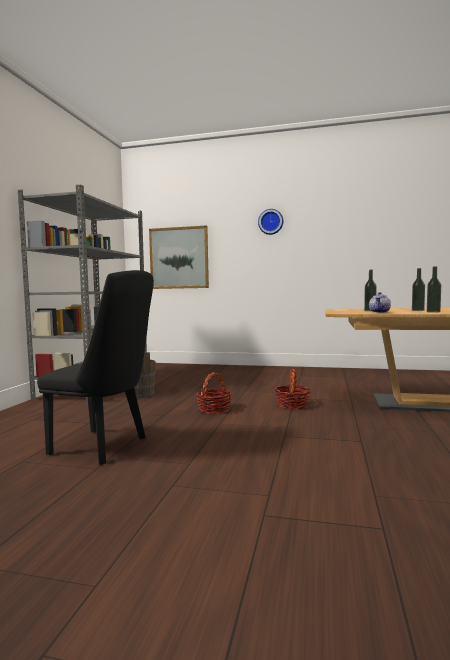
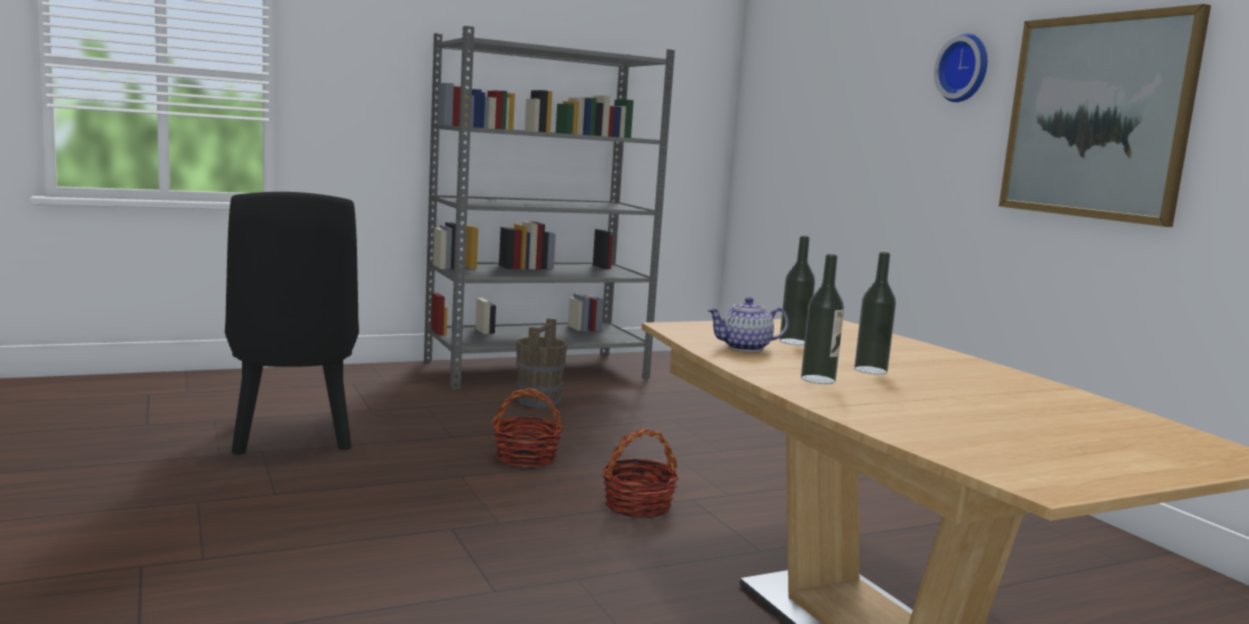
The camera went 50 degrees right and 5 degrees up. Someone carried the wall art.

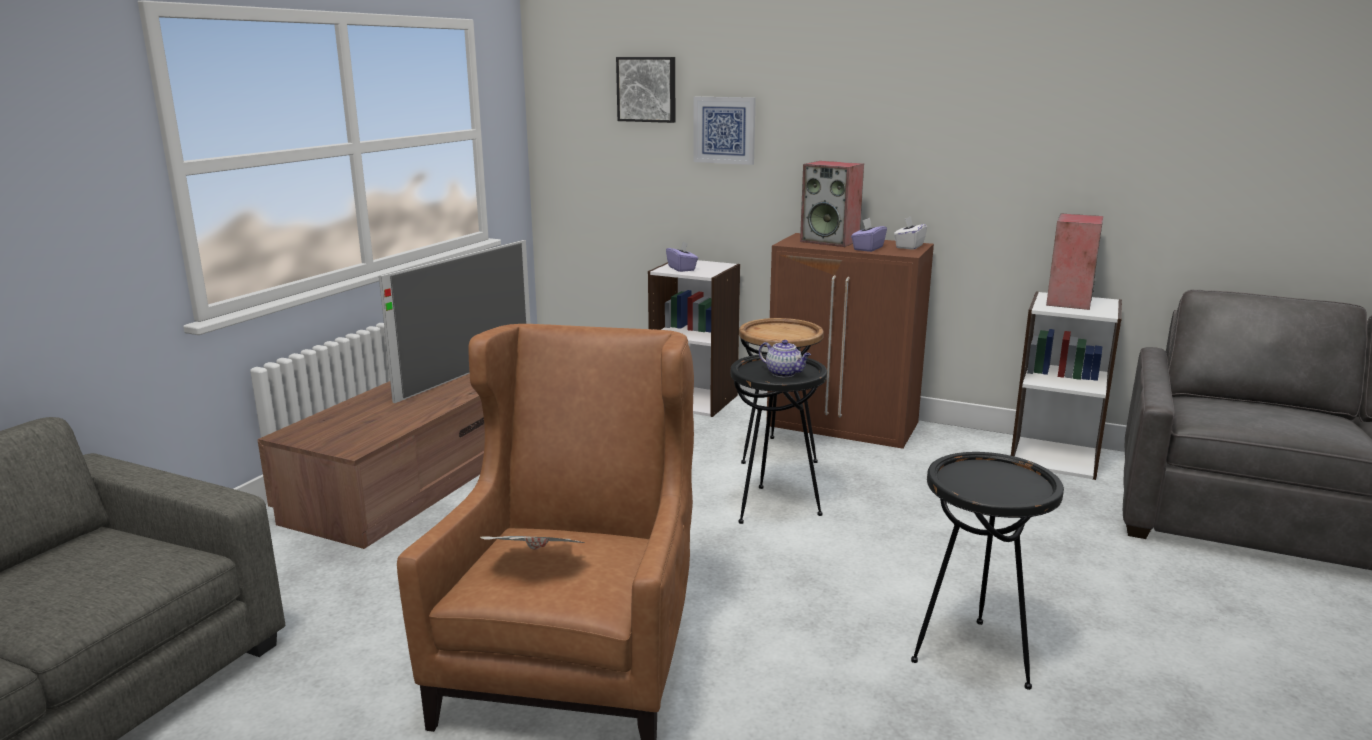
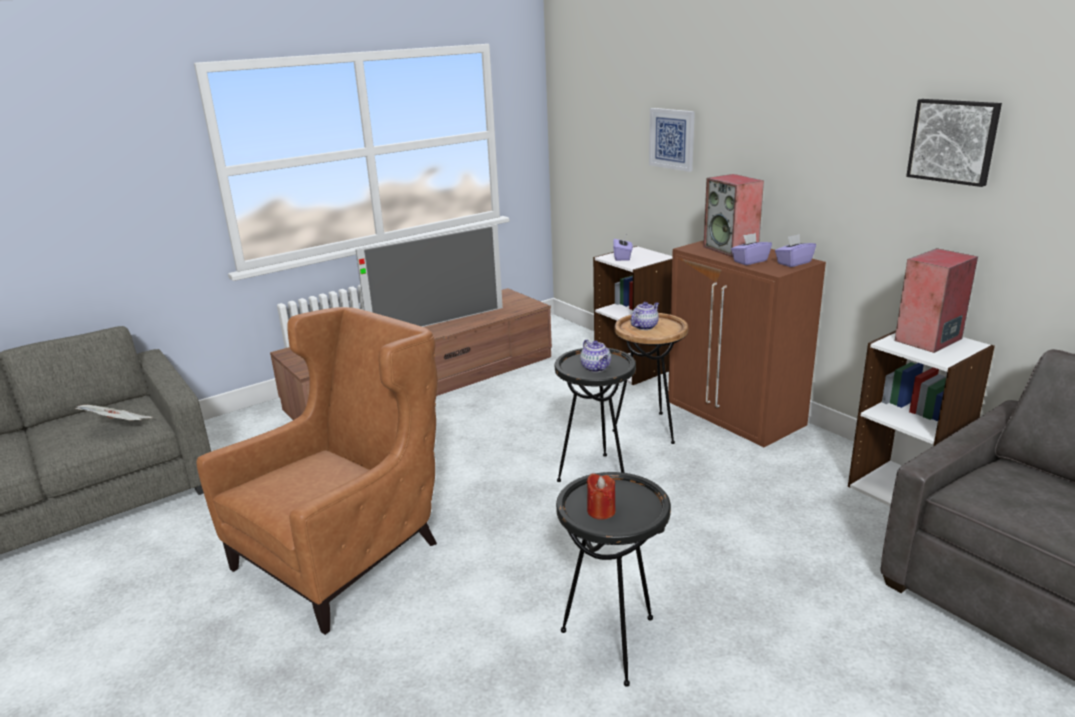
The camera went 30 degrees right and 5 degrees up. Someone carried the wall art (1st from left in the first image). Someone repainted the tissue holder in white-coloured, which became the tissue holder in purple (3rd from left). Someone carried the printed paper. Someone put down the tea pot (2nd from left). Someone put down the candle in red-coloured.

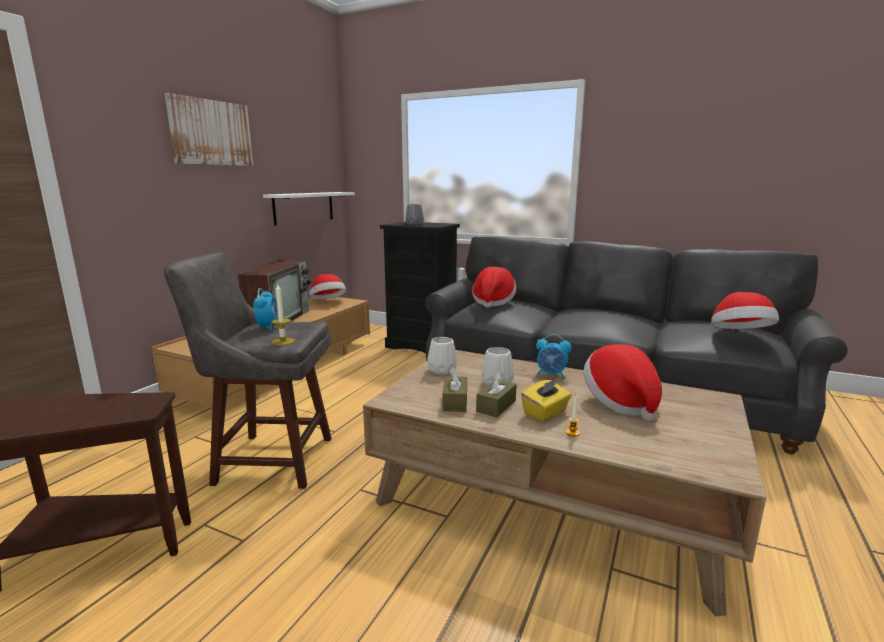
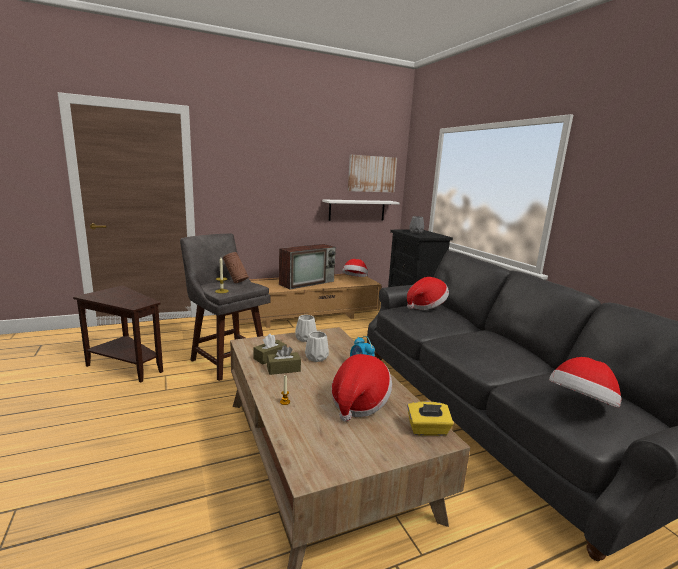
The camera went 40 degrees right and 0 degrees up. Someone carried the wall art. Someone swapped the table clock (1st from left) for the vase in brown-coloured. Someone carried the tissue holder in yellow.

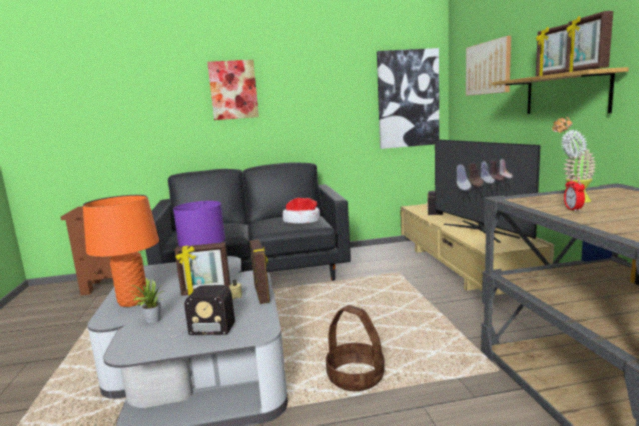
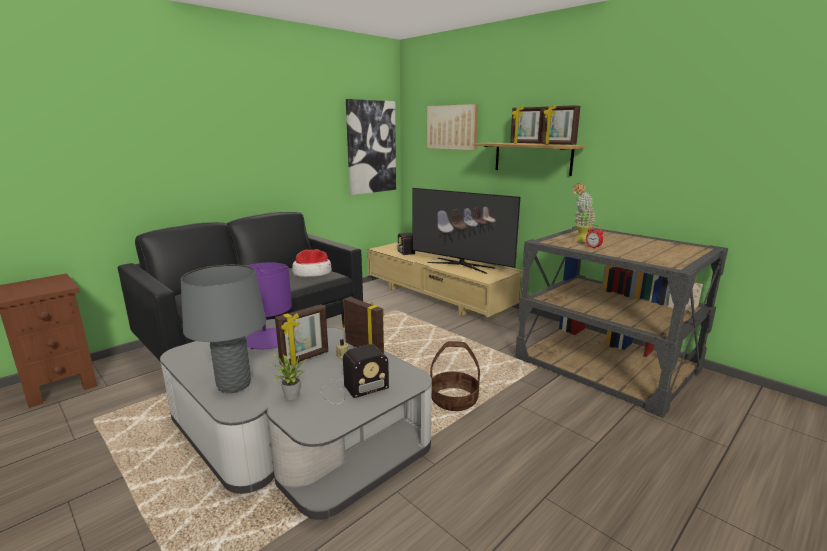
The camera went 35 degrees left and 5 degrees up. Someone took away the wall art (1st from left). Someone repainted the tabletop lamp in orange-coloured, which became the tabletop lamp in grey.

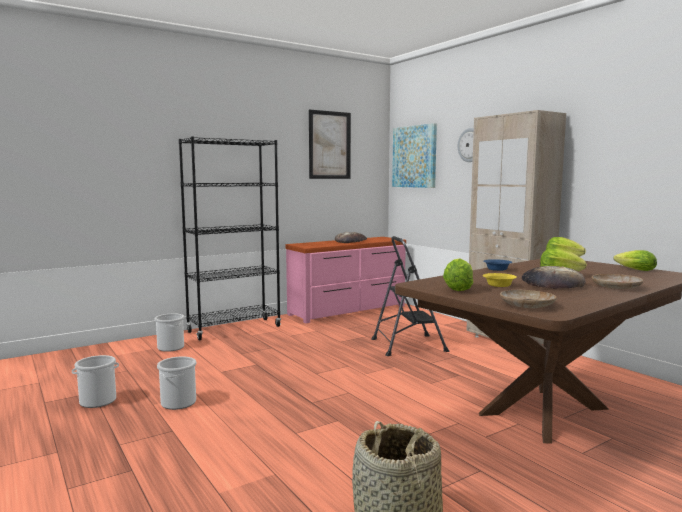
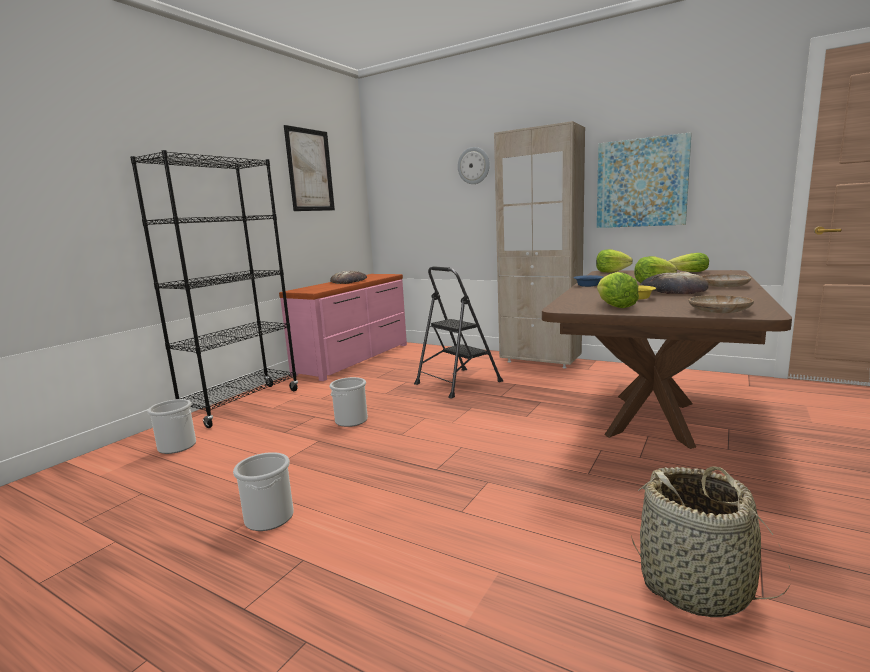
The camera went 25 degrees left and 5 degrees up. Someone carried the wall art (2nd from left). Someone carried the water bucket (1st from left in the first image).

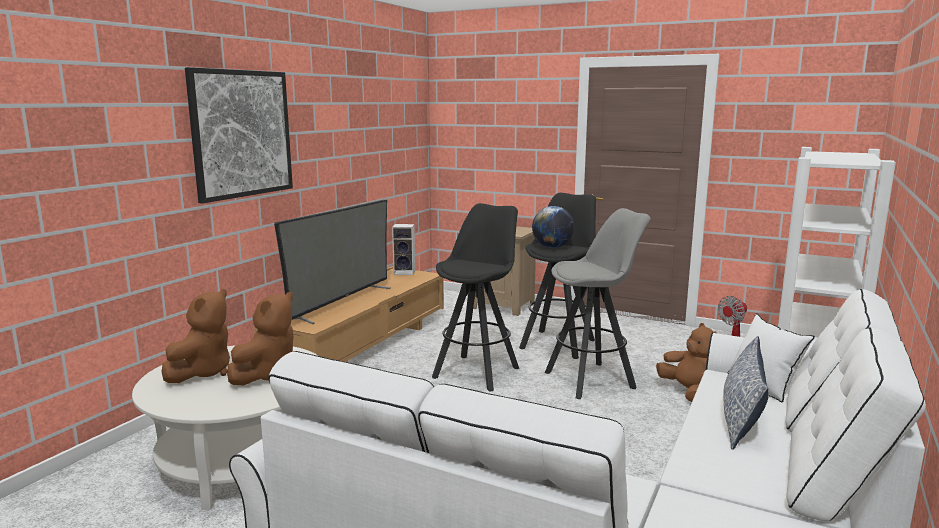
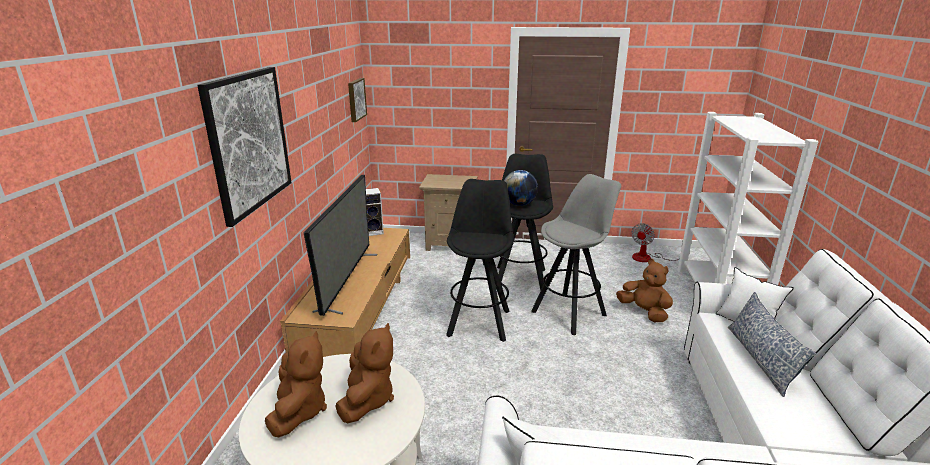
The camera went 20 degrees left and 10 degrees up. Someone put up the wall art (2nd from left).

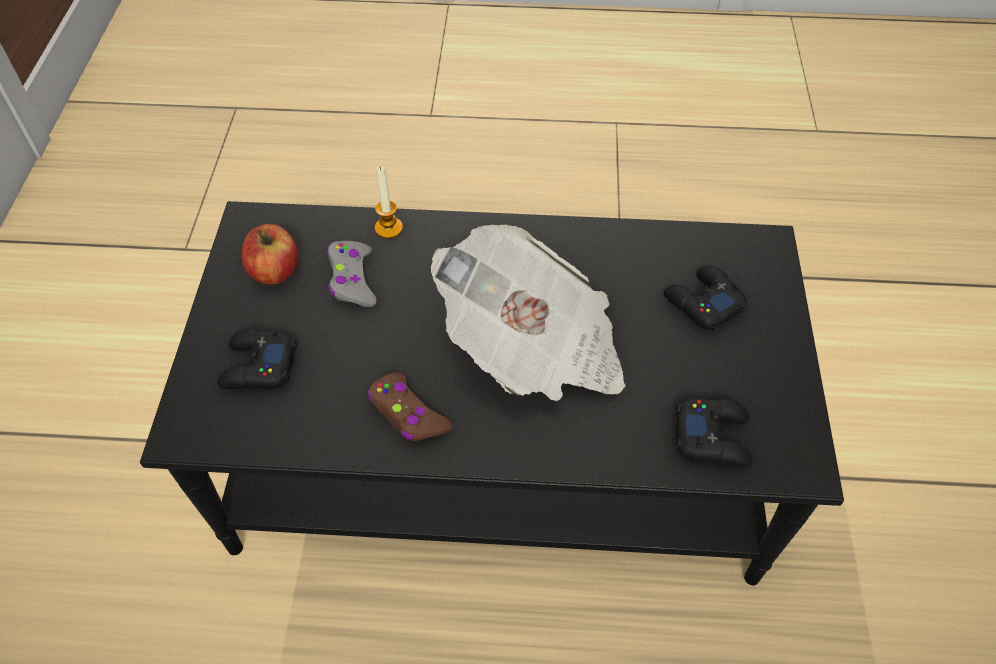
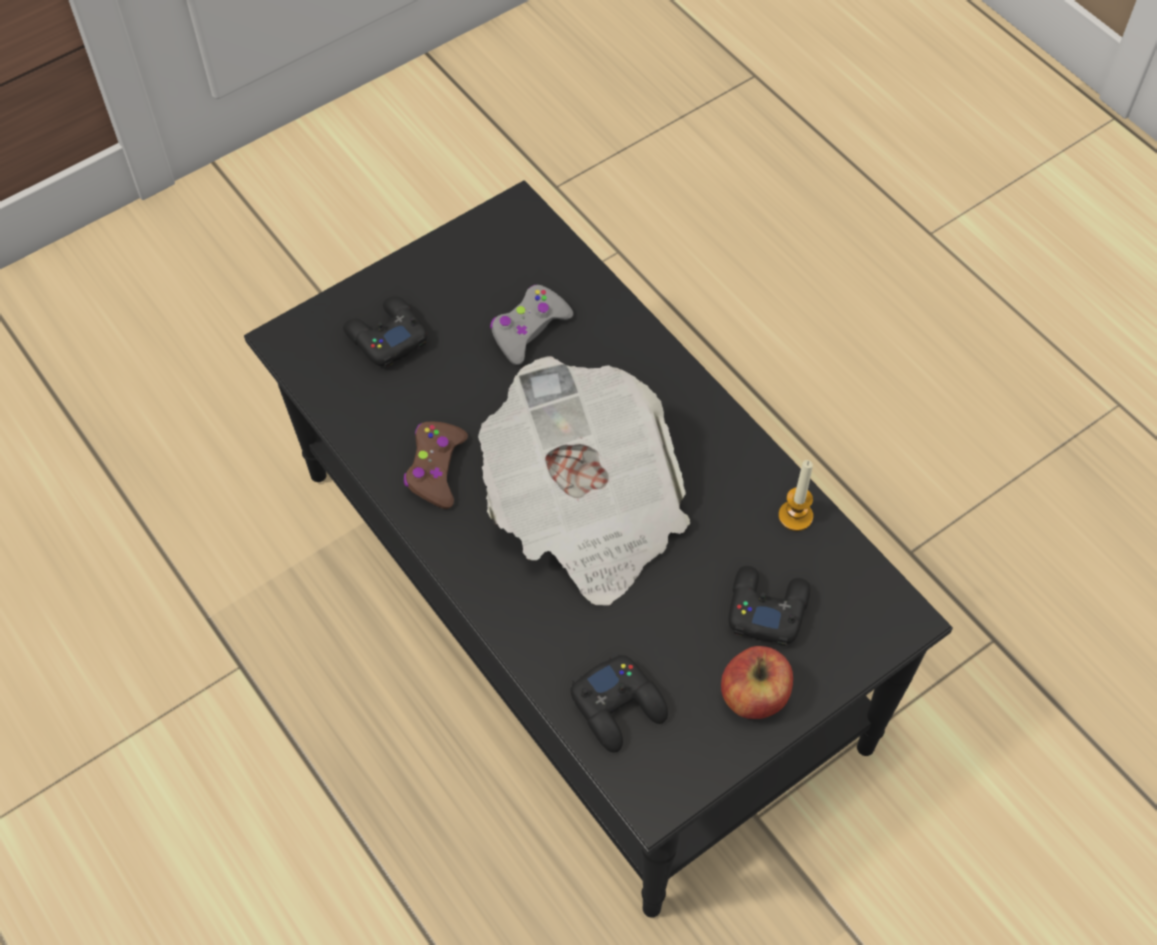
The camera went 50 degrees right and 5 degrees up. Someone carried the candle. Someone carried the apple fruit.

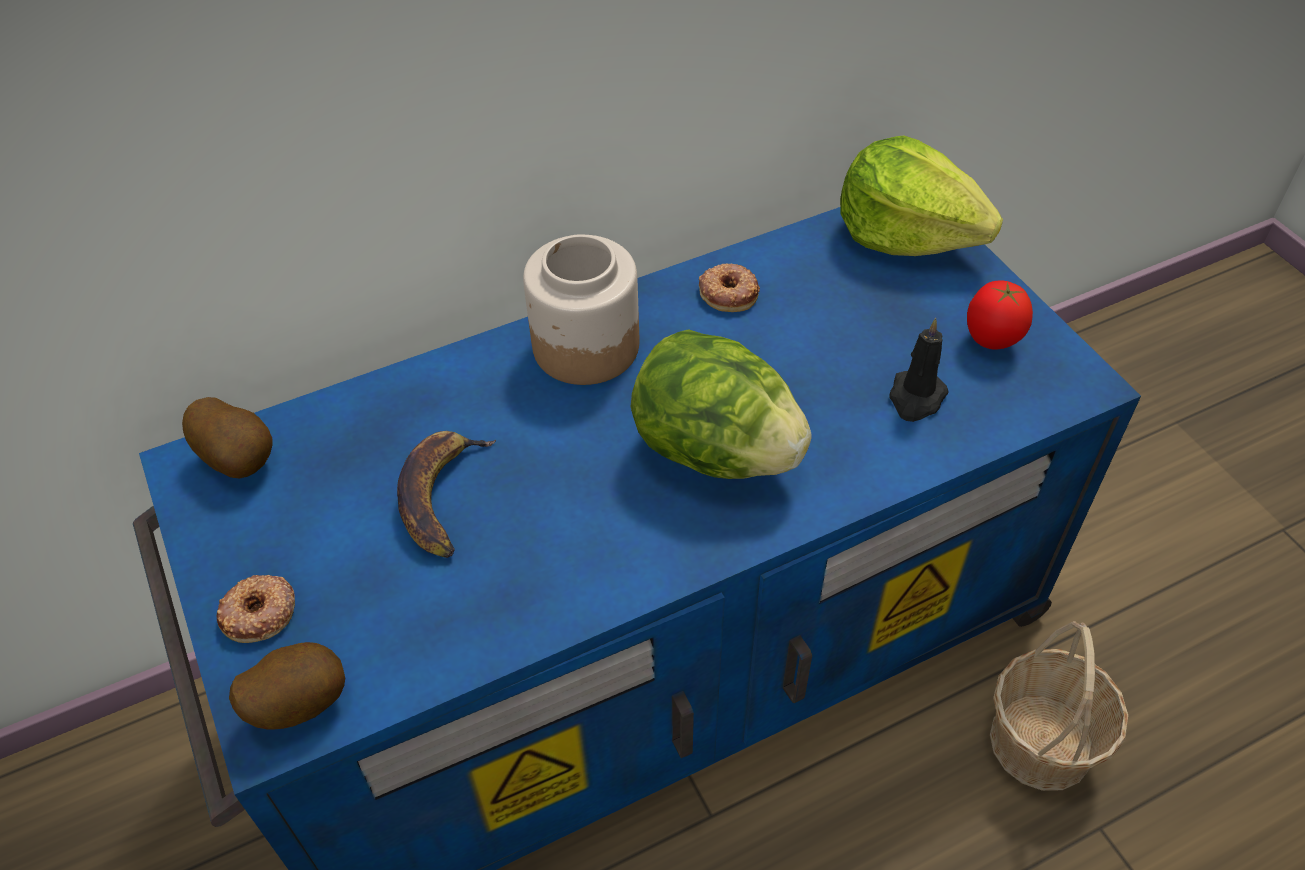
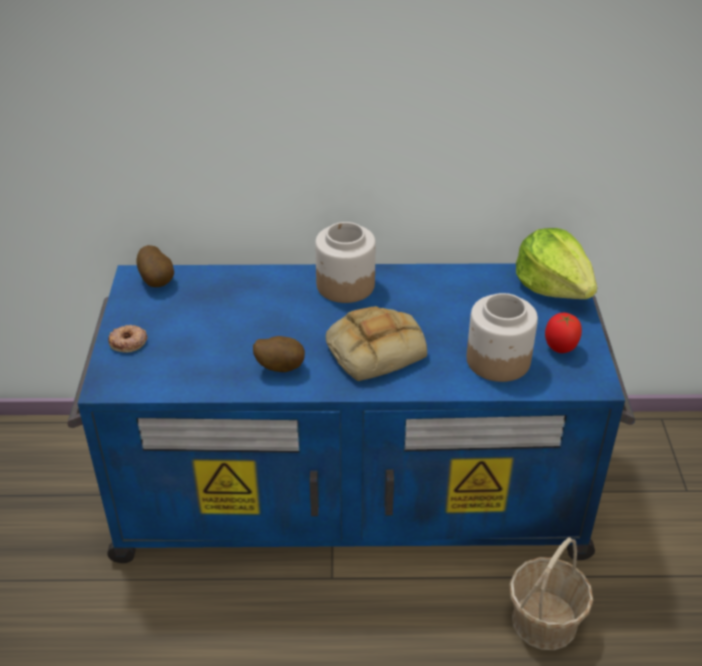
The camera went 25 degrees right and 10 degrees down. Someone took away the donut (2nd from left). Someone swapped the candle in blackish for the preserve jar (2nd from left). Someone swapped the lettuce head (1st from left) for the bakery bread. Someone took away the banana. Someone carried the spud (2nd from left).

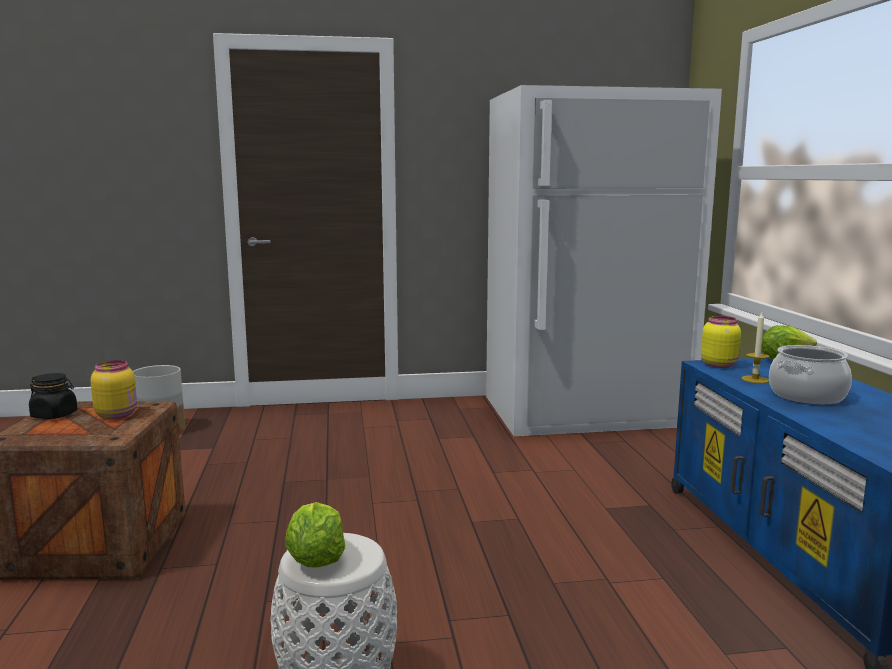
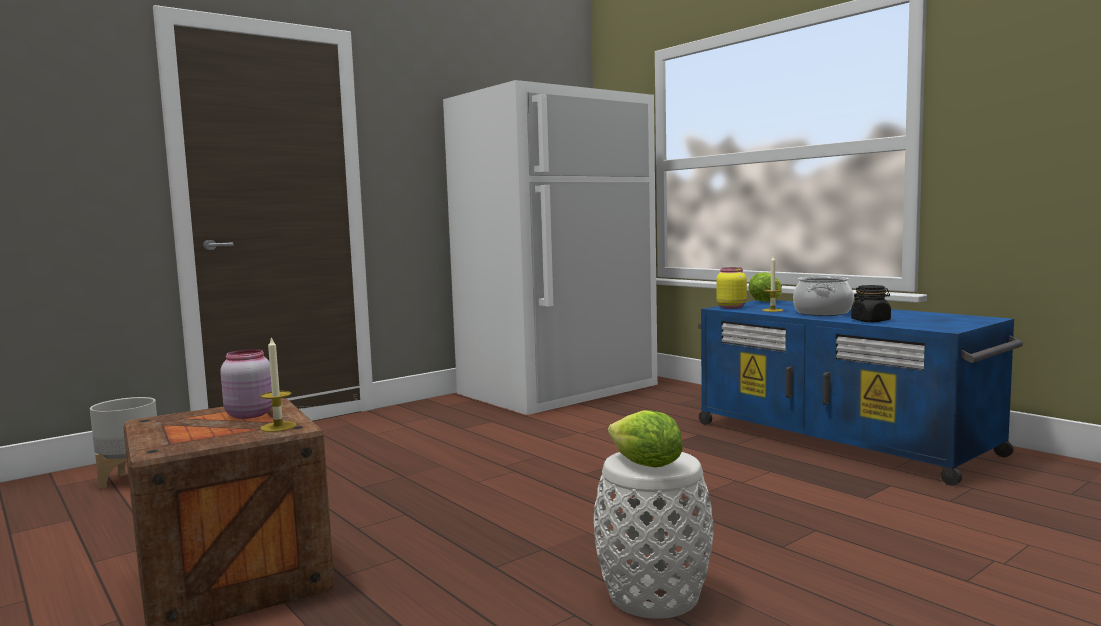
The camera went 30 degrees left and 5 degrees down. Someone repainted the preserve jar in yellow (1st from left), which became the preserve jar in pink-coloured. Someone carried the preserve jar in blackish. Someone put down the candle (1st from left).

